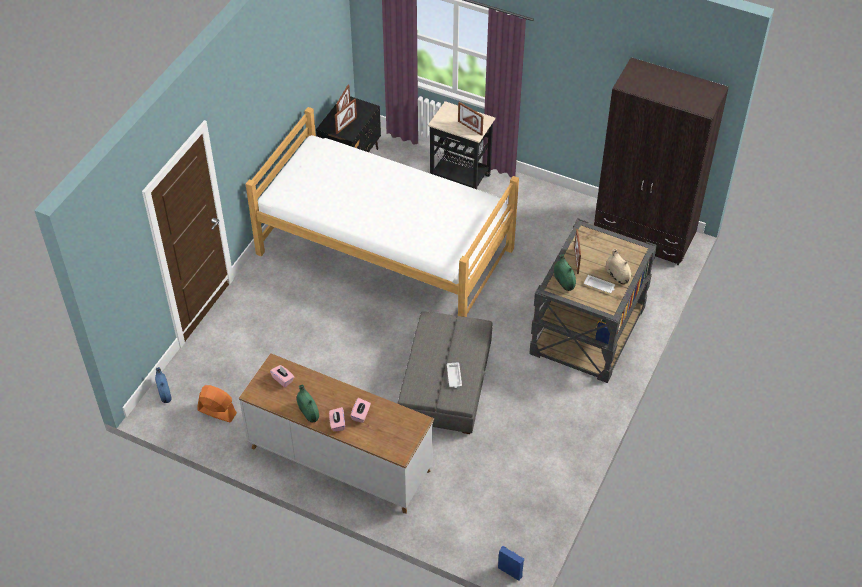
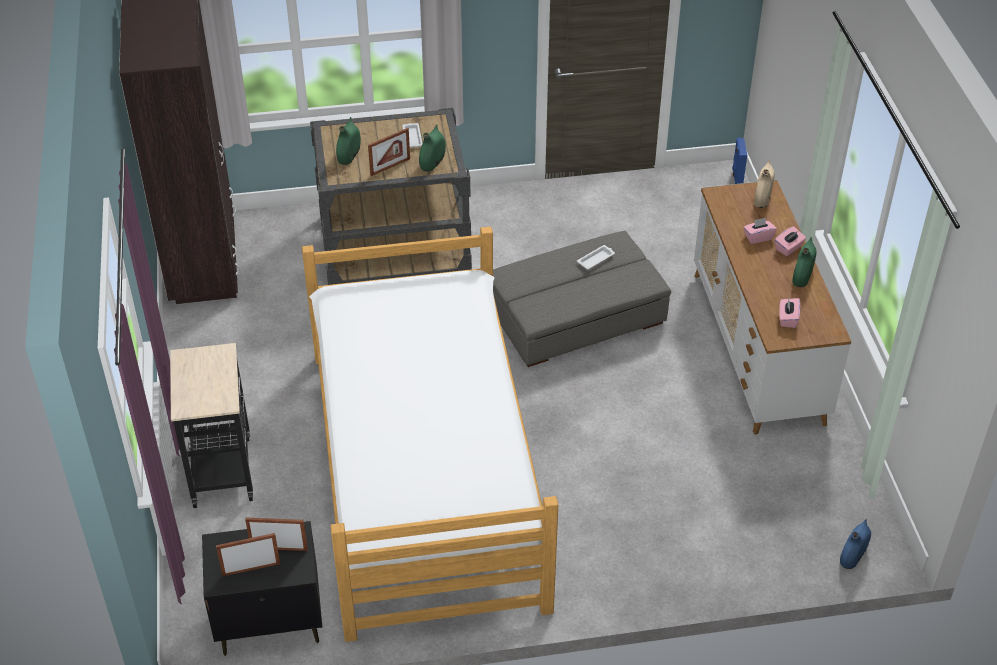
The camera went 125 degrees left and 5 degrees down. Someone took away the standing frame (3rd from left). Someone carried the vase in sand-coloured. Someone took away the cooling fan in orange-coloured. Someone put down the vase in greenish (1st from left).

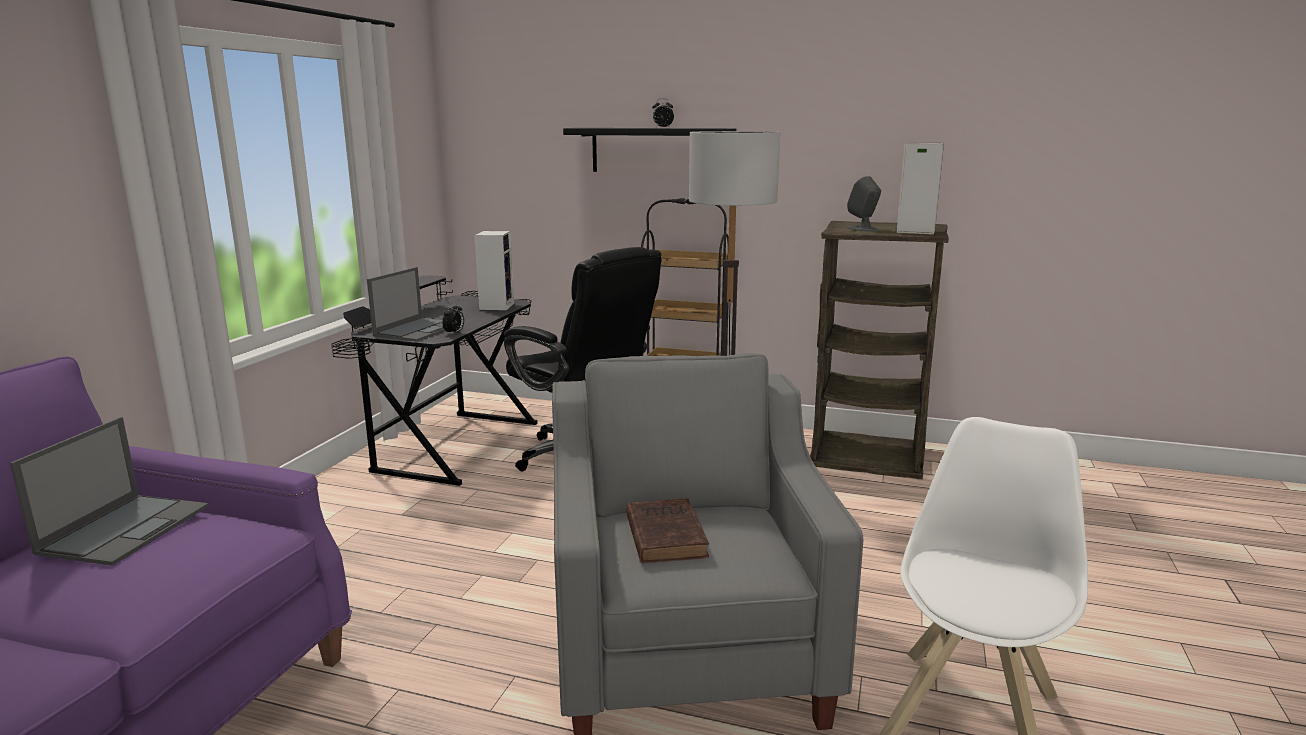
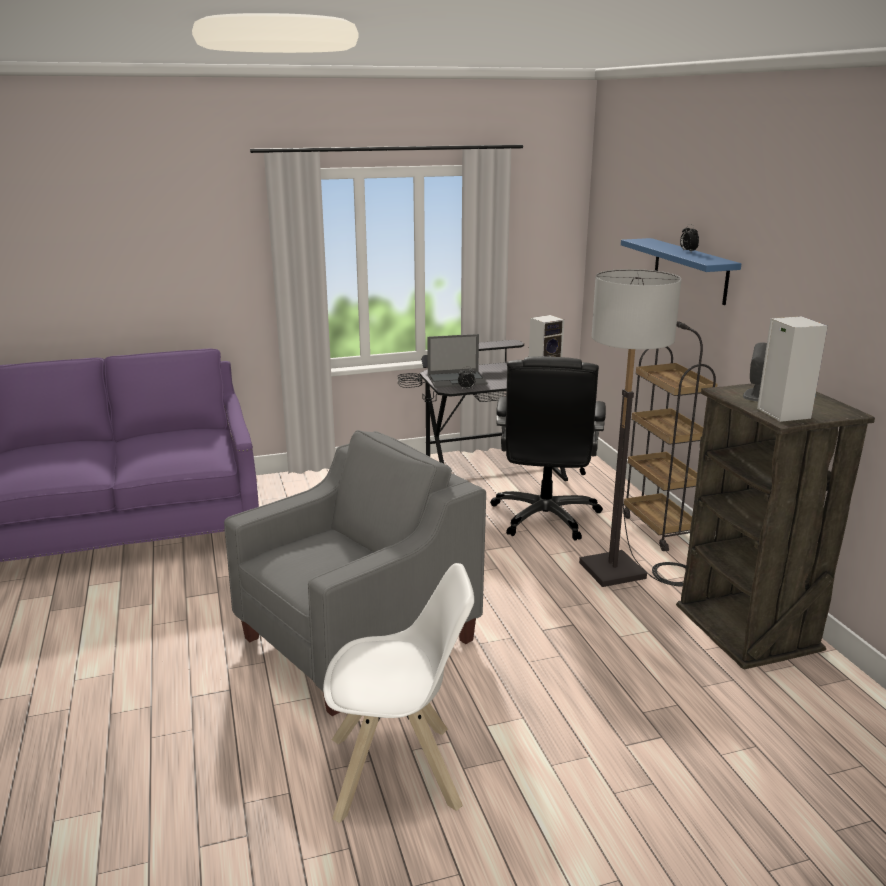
The camera went 55 degrees right and 5 degrees up. Someone repainted the wall shelf in blackish, which became the wall shelf in blue. Someone took away the portable computer (1st from left). Someone took away the volume in brown-coloured.

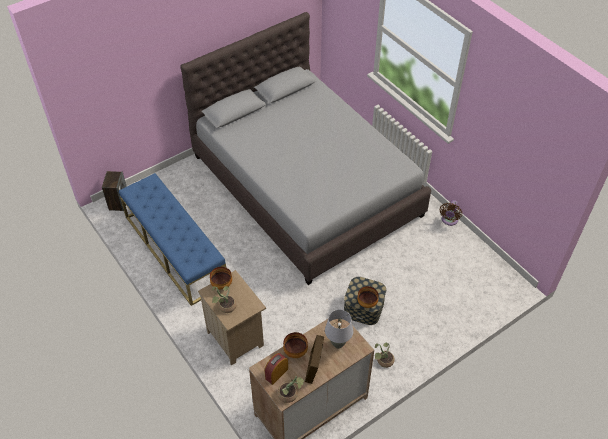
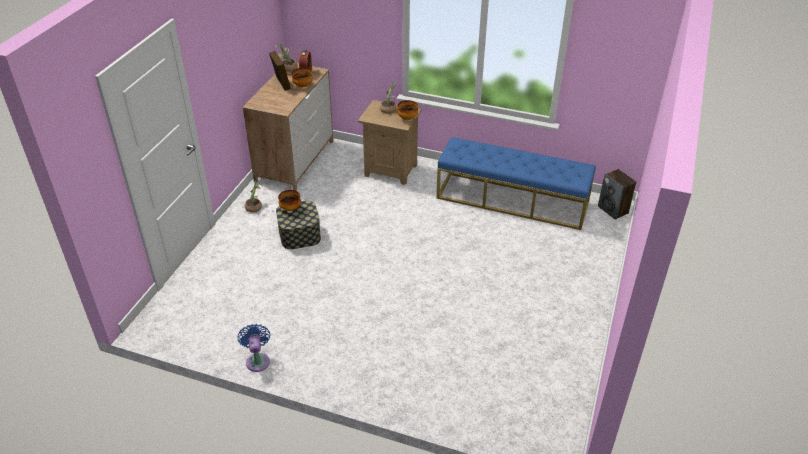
The camera went 145 degrees right and 10 degrees down. Someone took away the sleeping bed in grey. Someone repainted the cooling fan in brown-coloured, which became the cooling fan in blue. Someone took away the tabletop lamp in grey.

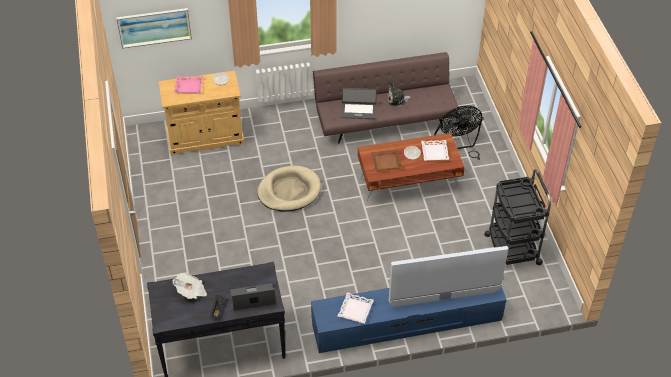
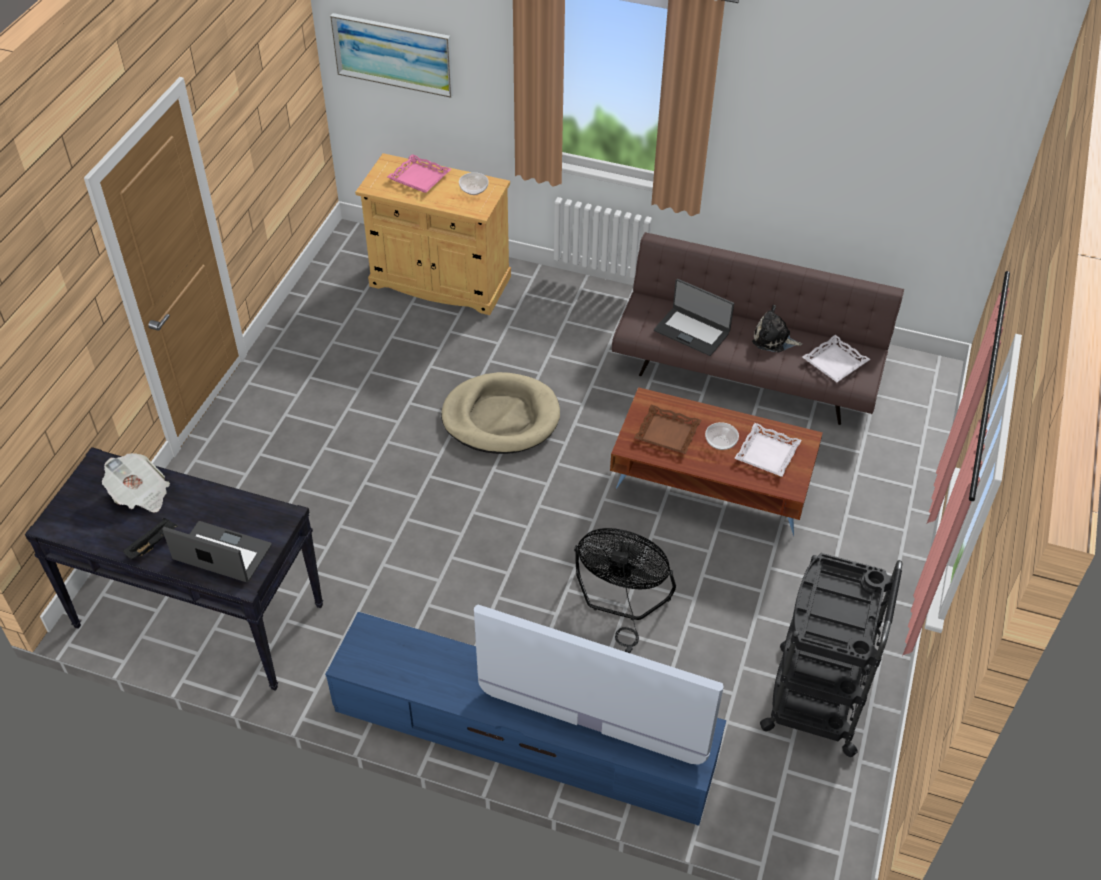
The camera went 30 degrees right and 0 degrees up. Someone carried the cooling fan in blackish. Someone carried the serving tray in white-coloured (1st from left in the first image).

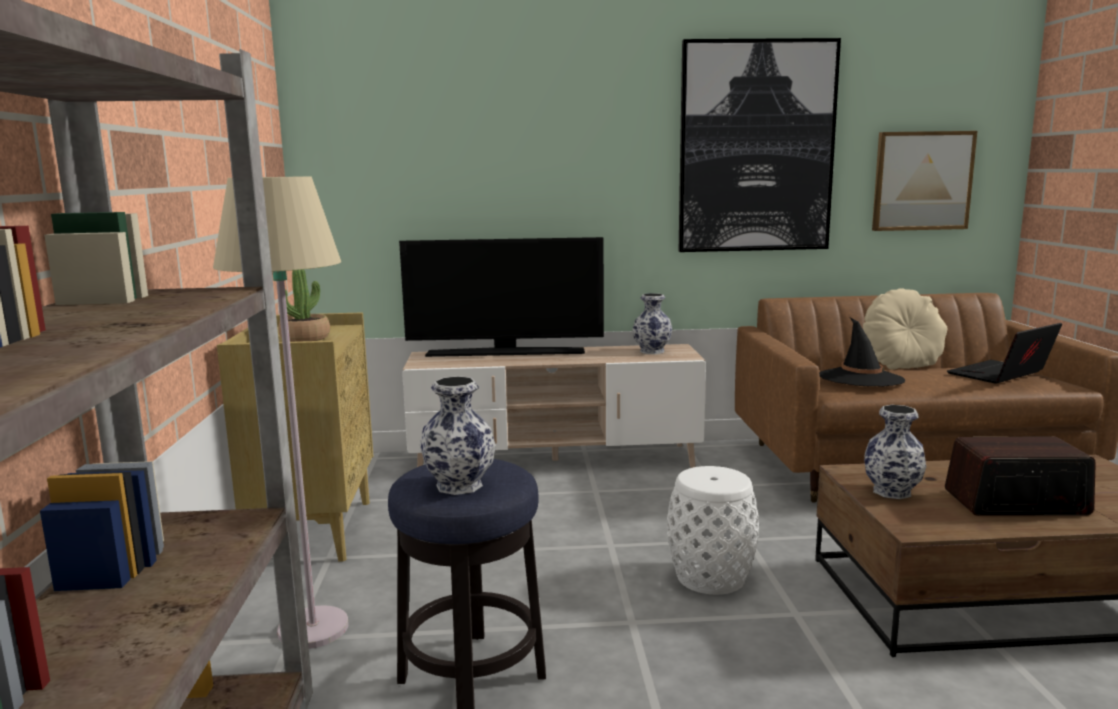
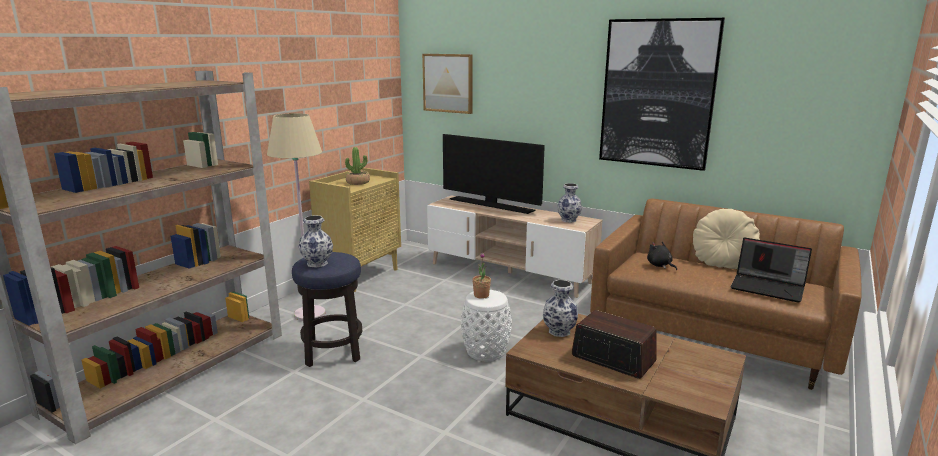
The camera went 35 degrees right and 5 degrees up. Someone carried the wall art (2nd from left in the first image). Someone swapped the wearable hat in blackish for the cuddly toy in blackish. Someone rotated the portable computer by 150 degrees counterclockwise. Someone put down the plant in a pot (2nd from left).

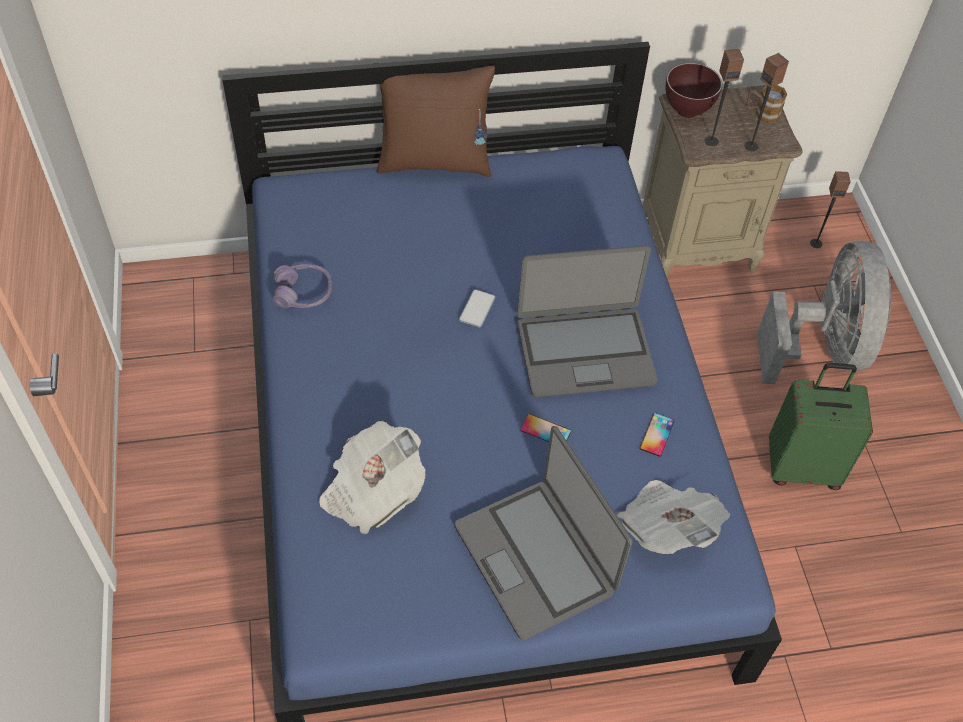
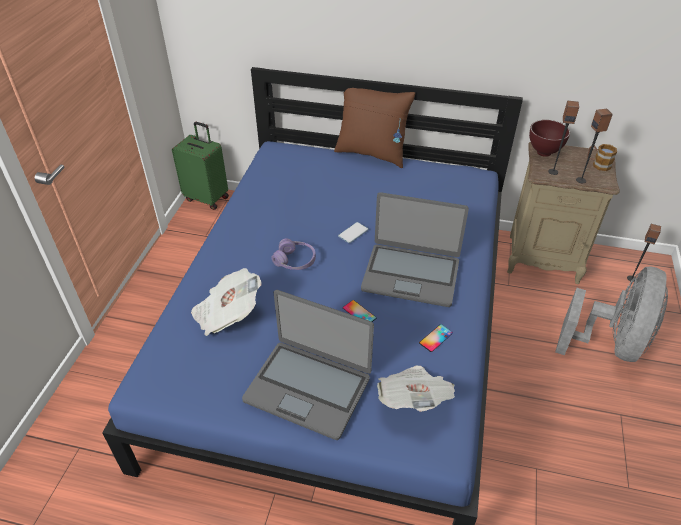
The camera went 25 degrees right and 10 degrees down. Someone carried the pair of headphones in purple. Someone carried the travel case in greenish. Someone rotated the portable computer (1st from left) by 60 degrees counterclockwise.

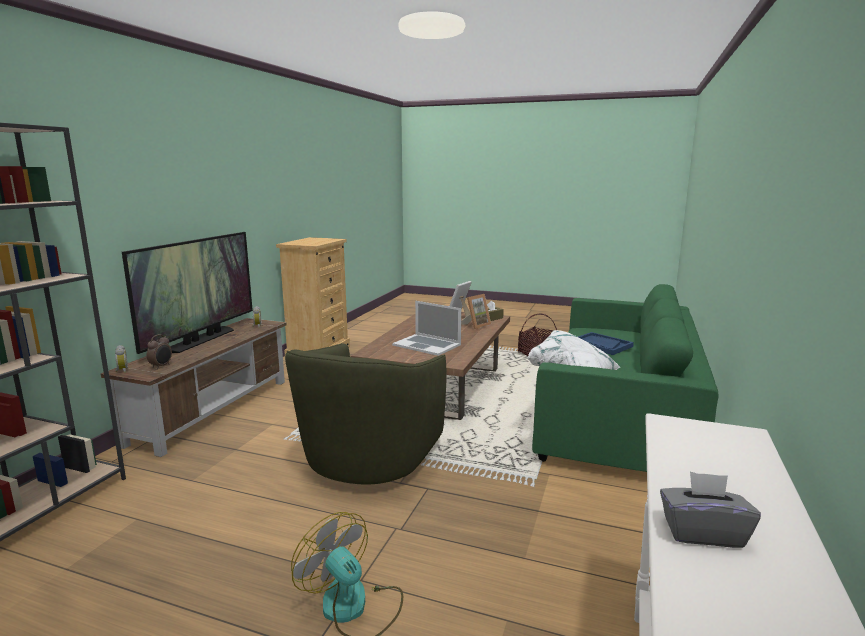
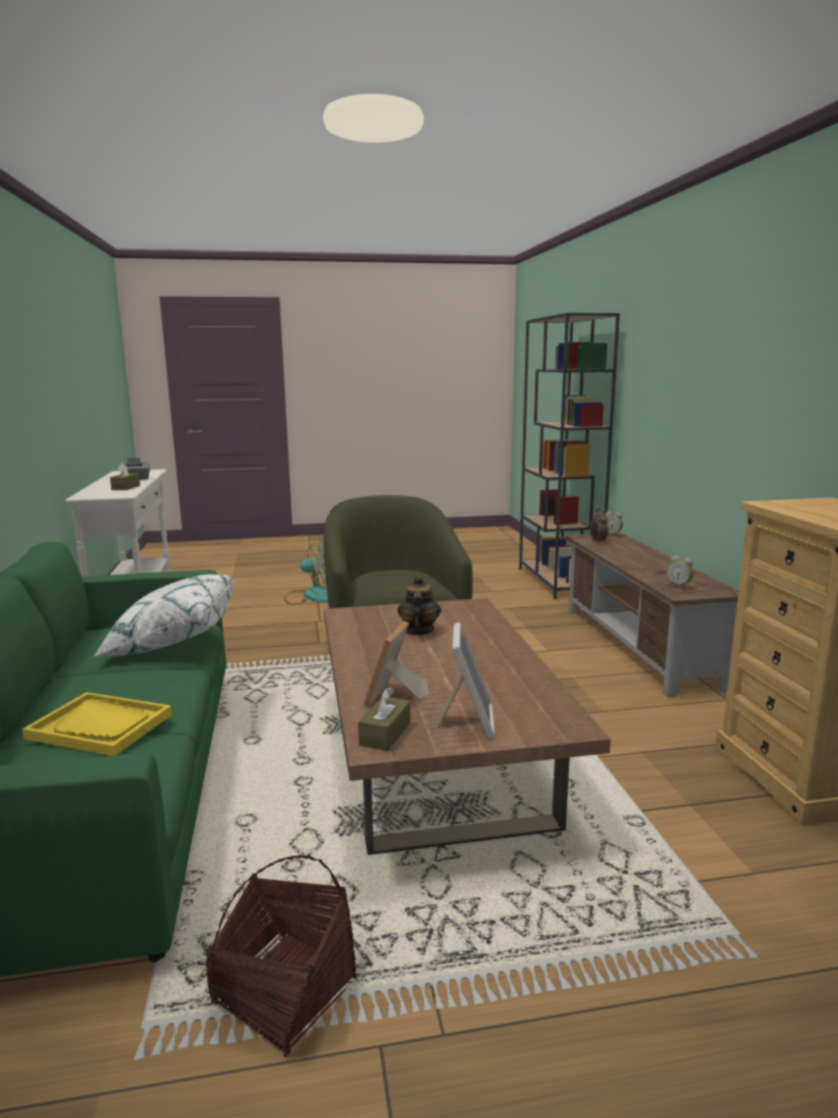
The camera went 150 degrees right and 0 degrees up. Someone took away the TV set. Someone swapped the portable computer for the tea pot. Someone repainted the serving tray in blue, which became the serving tray in yellow. Someone put down the tissue holder in brown-coloured (1st from left).

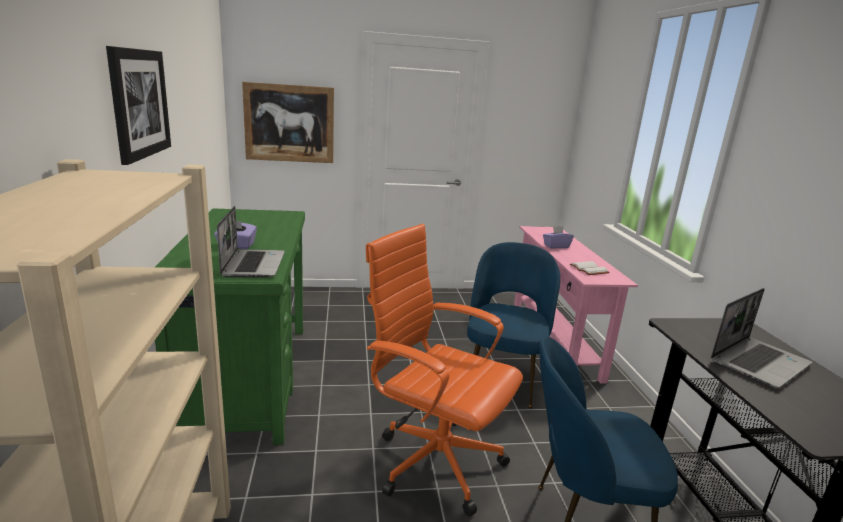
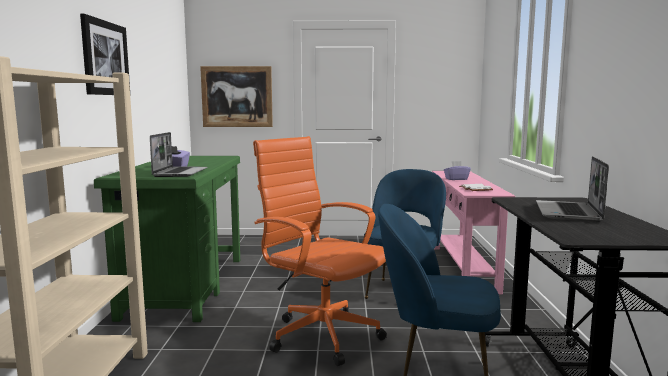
The camera went 10 degrees right and 10 degrees down. Someone rotated the portable computer (2nd from left) by 135 degrees clockwise.

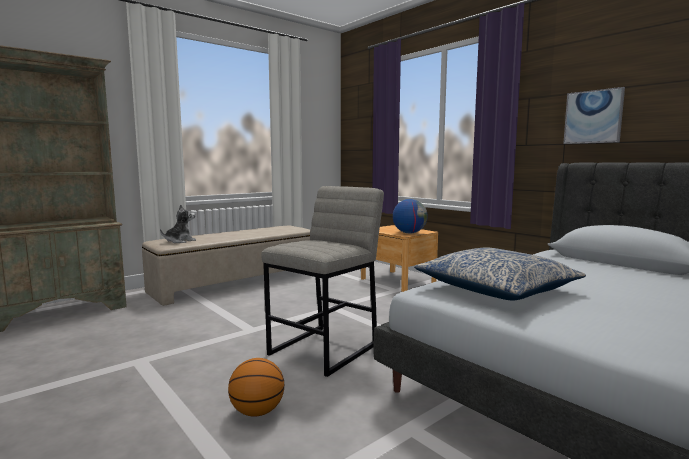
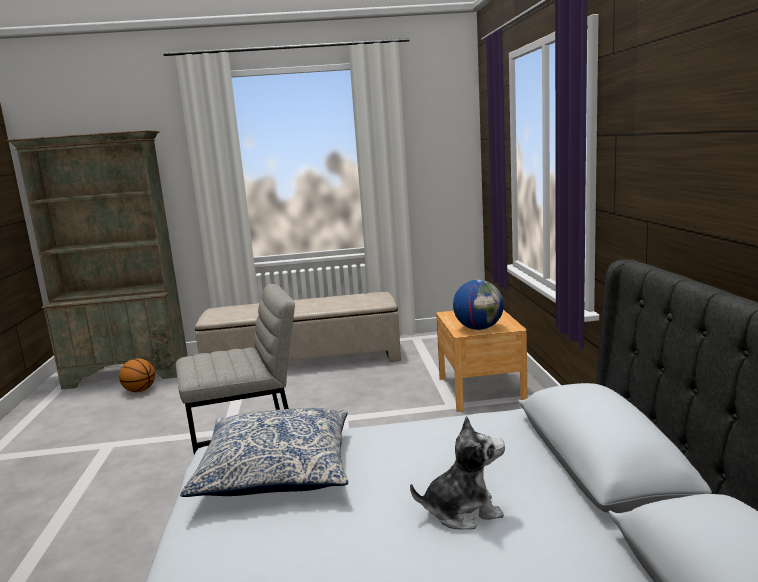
The camera went 35 degrees right and 5 degrees up. Someone took away the wall art. Someone carried the cuddly toy. Someone carried the basketball ball.

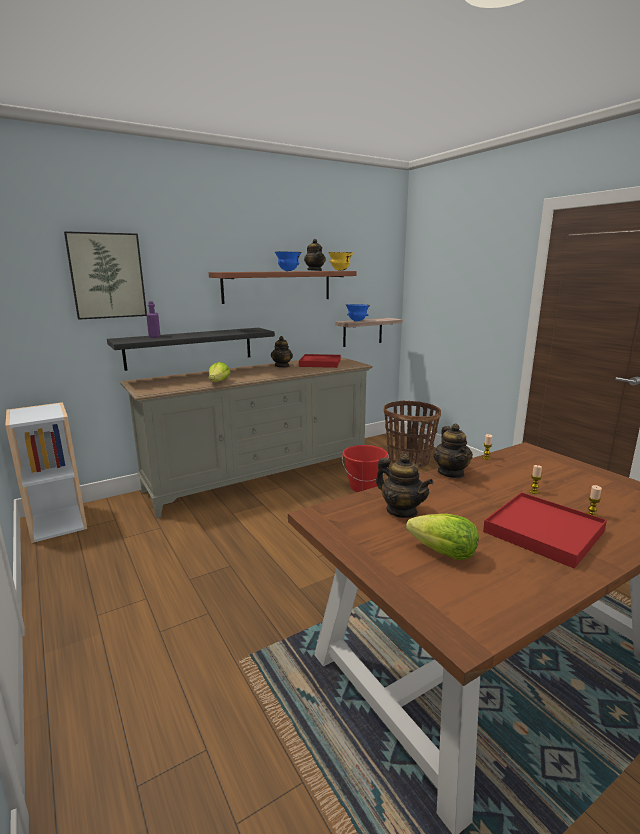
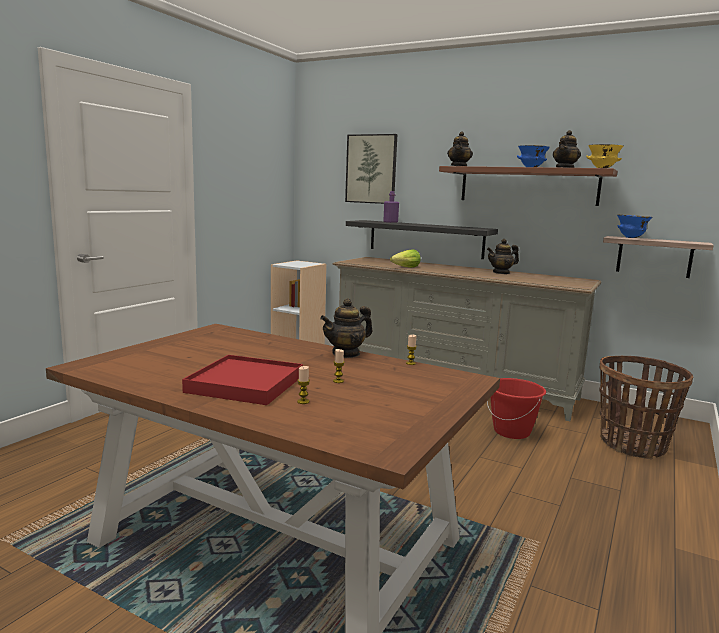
The camera went 60 degrees right and 5 degrees down. Someone took away the serving tray in red-coloured (1st from left). Someone carried the tea pot (3rd from left in the first image). Someone took away the lettuce head (2nd from left).

